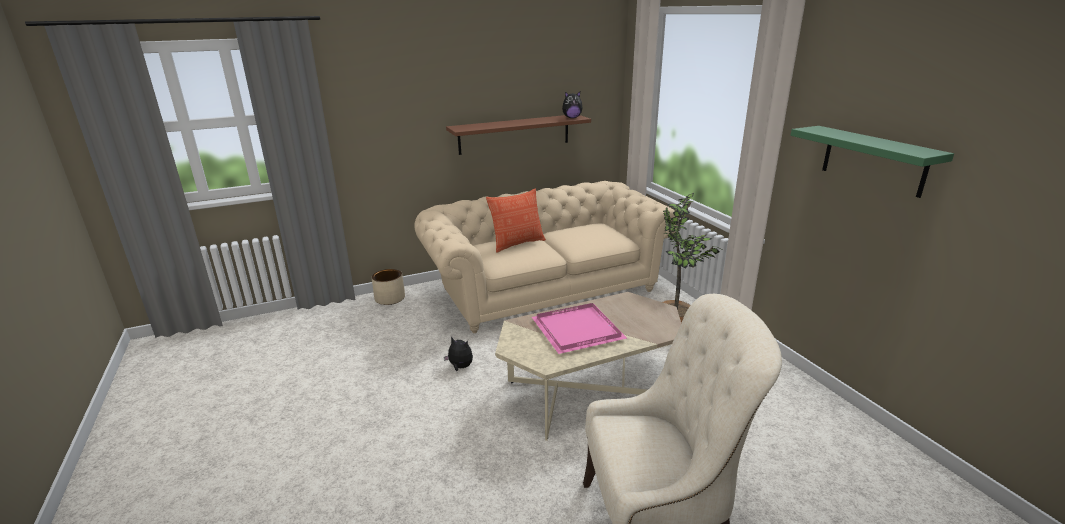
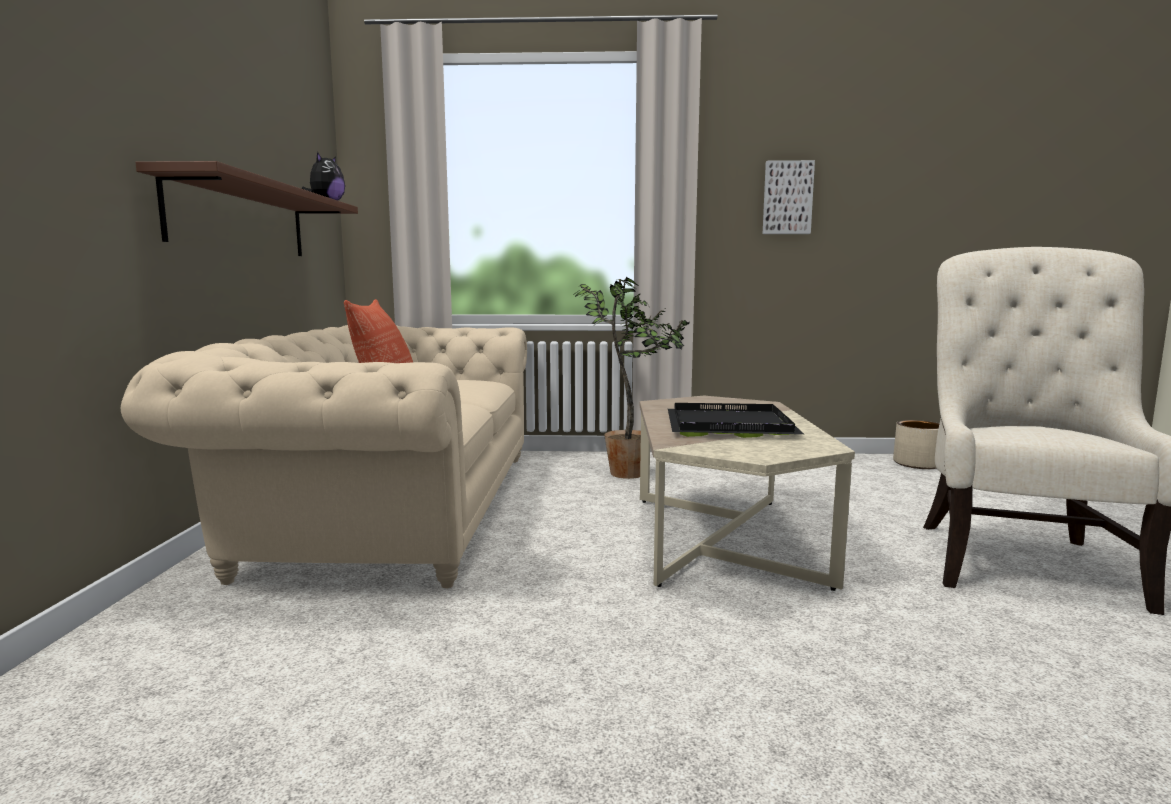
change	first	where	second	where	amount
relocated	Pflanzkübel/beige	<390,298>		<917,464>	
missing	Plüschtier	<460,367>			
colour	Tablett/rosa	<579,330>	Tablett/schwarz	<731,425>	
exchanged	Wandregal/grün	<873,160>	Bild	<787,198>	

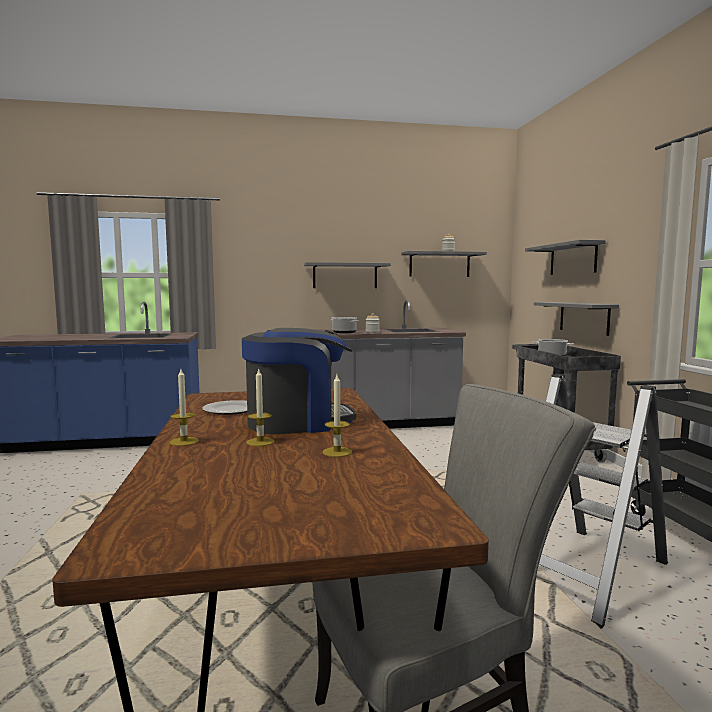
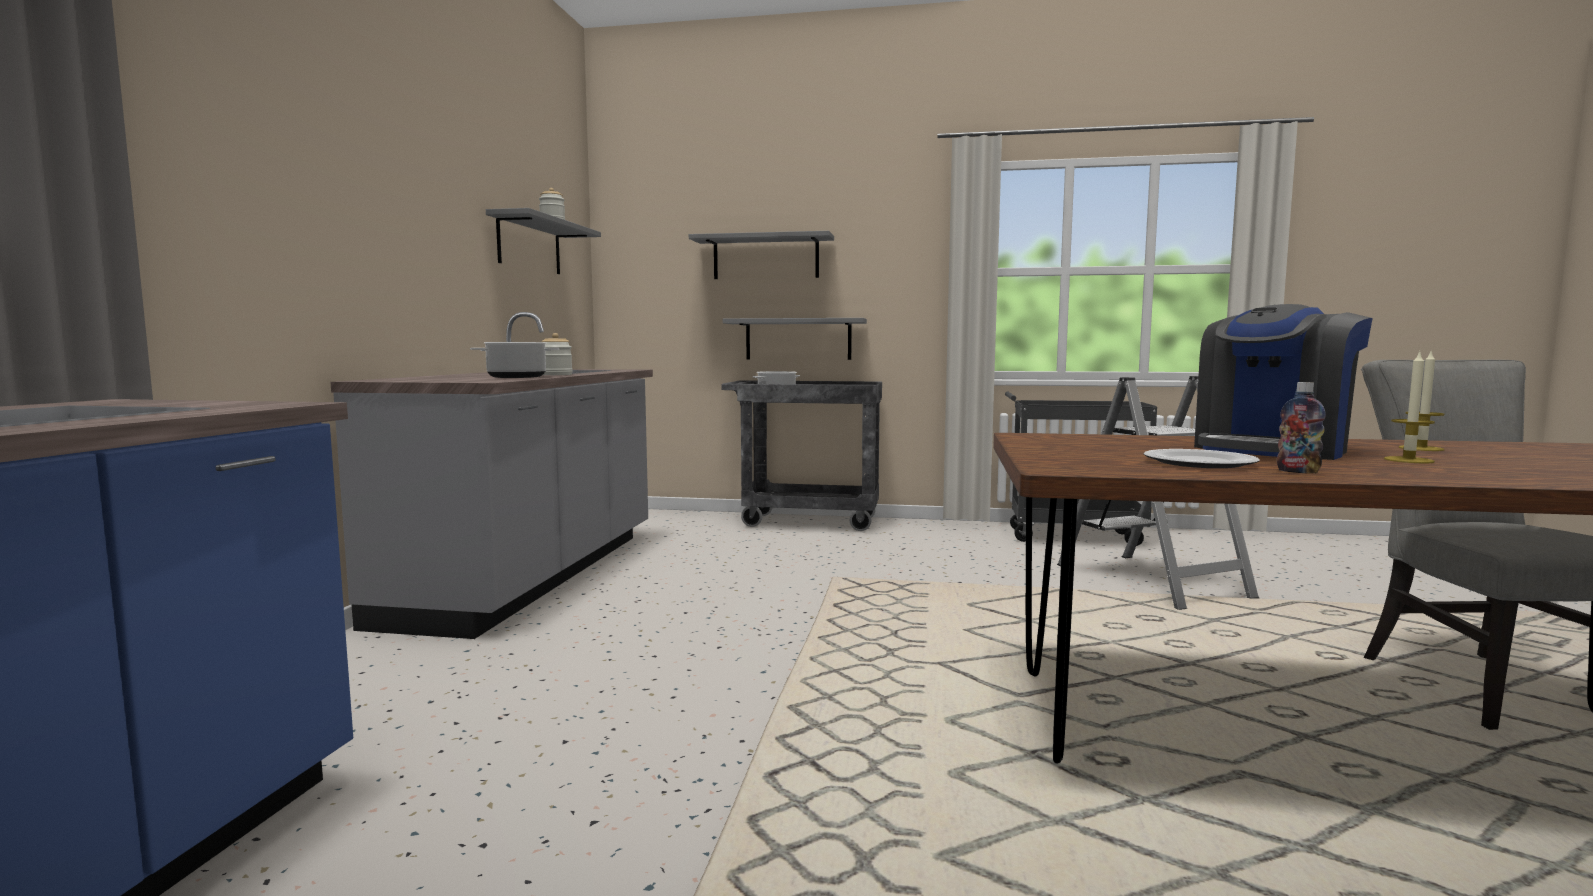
change	first	where	second	where	amount
missing	Kerze	<184,441>			
spun	Kaffeemaschine	<298,422>		<1272,450>	135 degrees counterclockwise
missing	Wandregal/grau	<345,275>			
appeared			Flasche	<1298,471>	

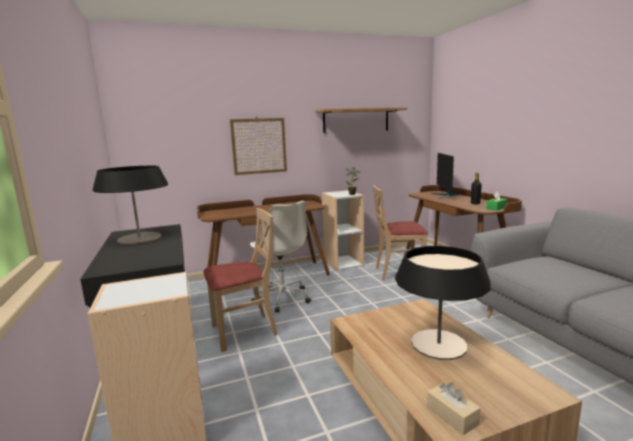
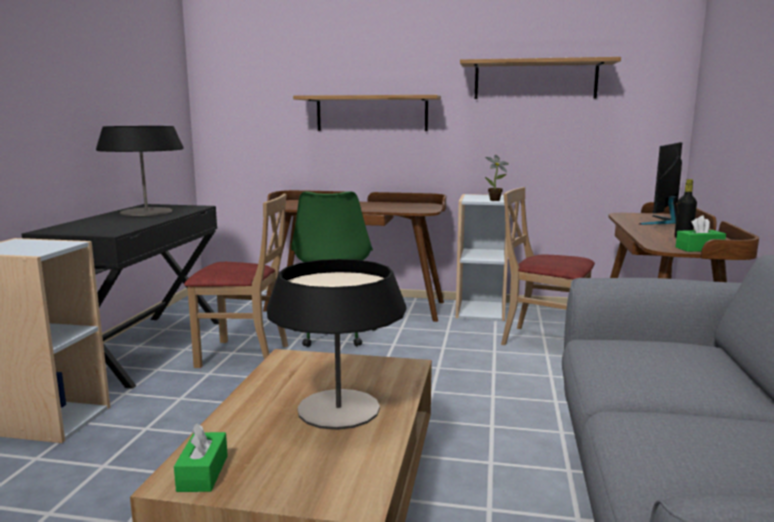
change	first	where	second	where	amount
exchanged	Bild	<259,145>	Wandregal	<371,113>	
colour	Bürostuhl/weiß	<283,300>	Bürostuhl/grün	<334,335>	
colour	Taschentuchbox/beige	<452,416>	Taschentuchbox/grün	<203,473>	

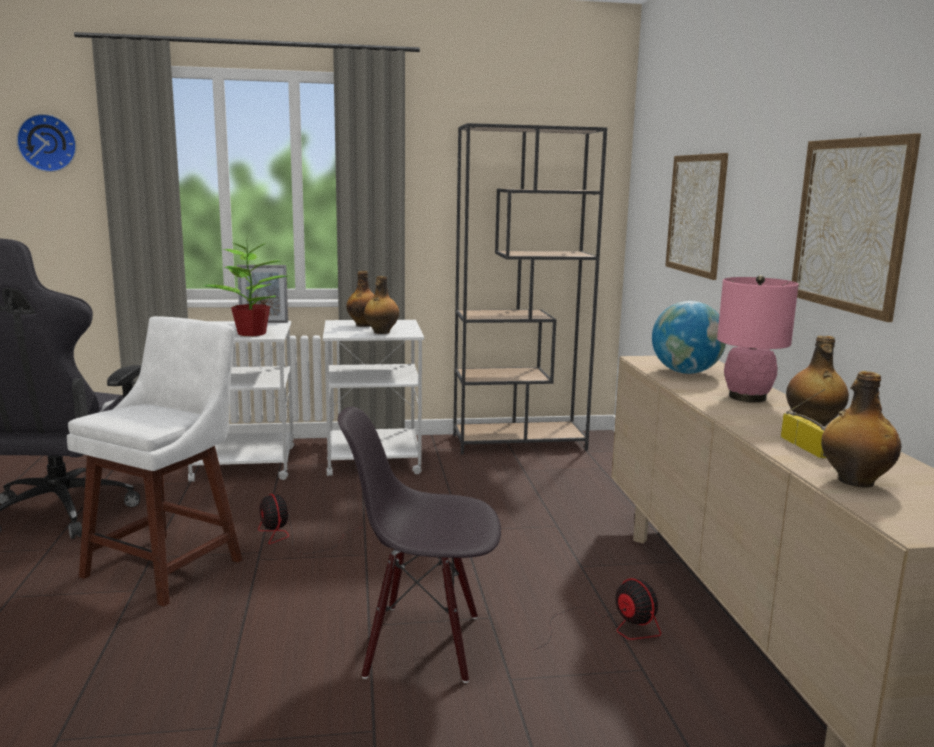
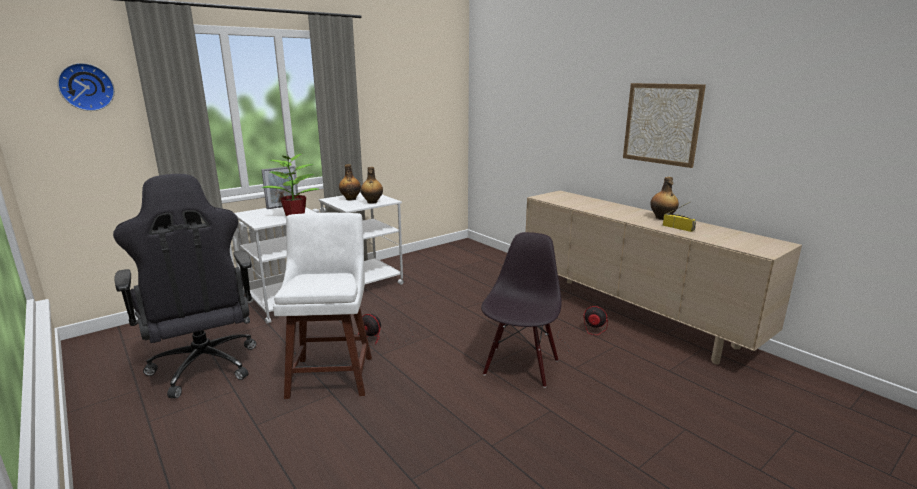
change	first	where	second	where	amount
spun	Stuhl/schwarz	<423,643>		<520,366>	135 degrees clockwise
missing	Bücherregal	<519,442>			
missing	Globus	<685,372>			
missing	Bild	<696,213>			
missing	Tischlampe/rosa	<747,397>			
missing	Flasche	<854,481>			

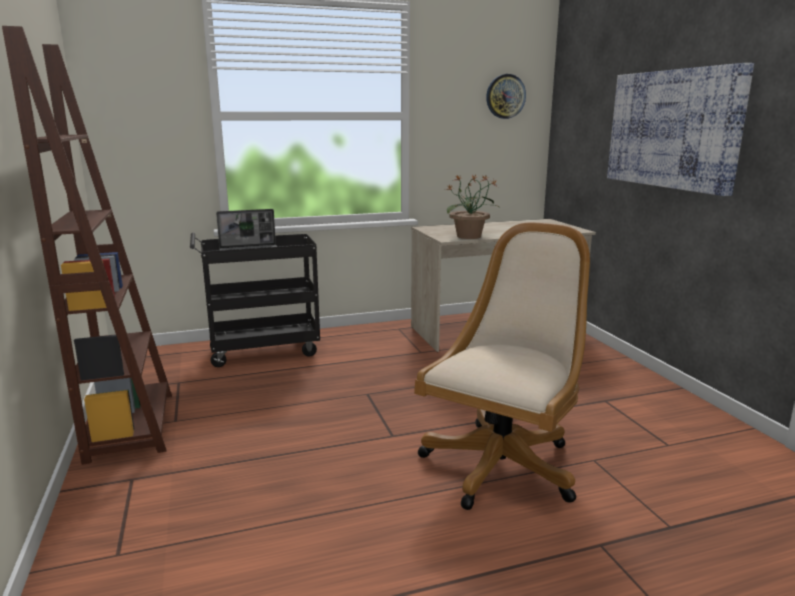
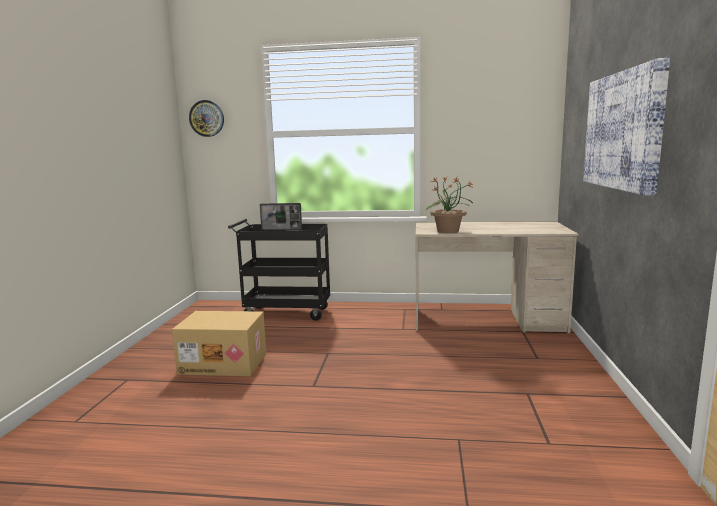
change	first	where	second	where	amount
missing	Bücherregal/braun	<130,426>			
missing	Bürostuhl	<504,459>			
relocated	Wanduhr	<505,96>		<207,118>	
appeared			Karton	<224,363>	

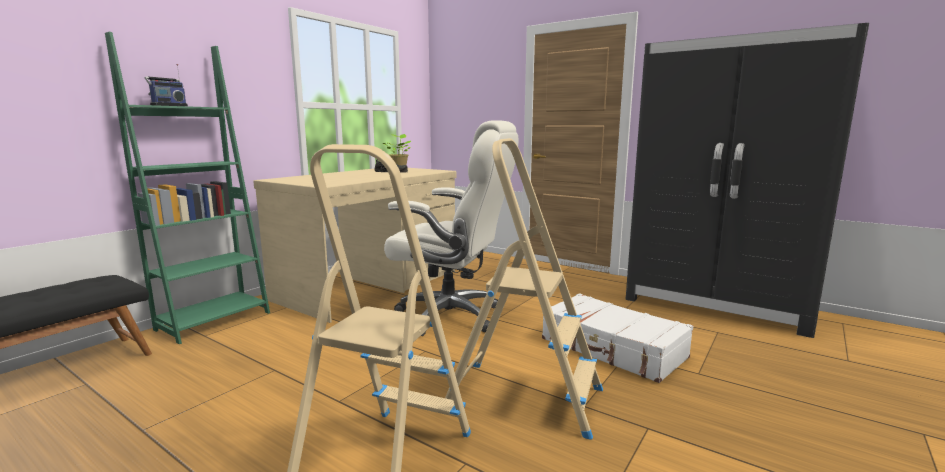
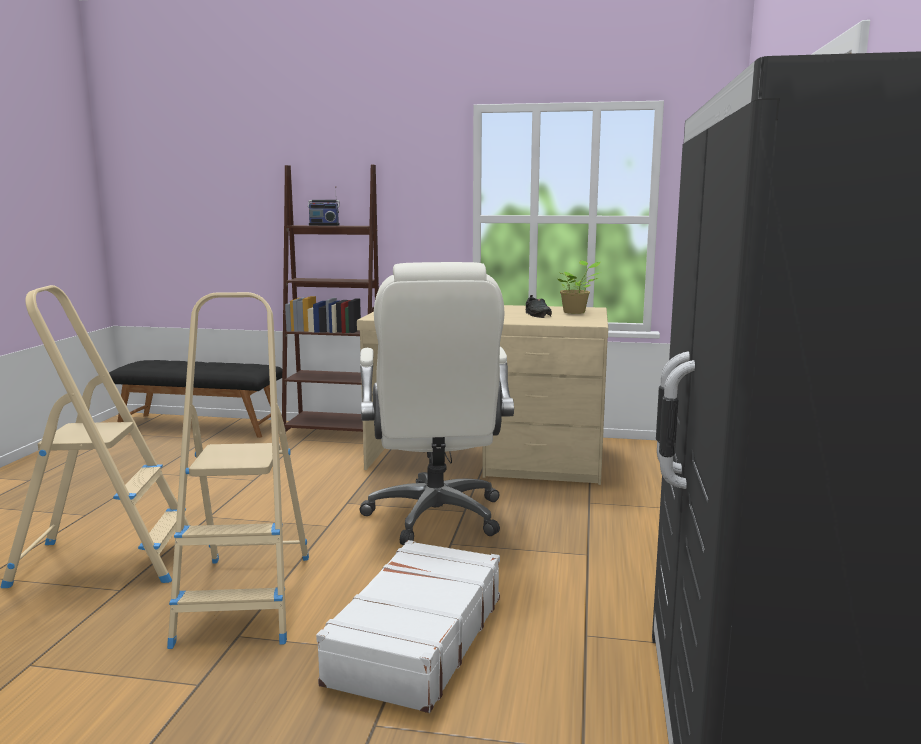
change	first	where	second	where	amount
colour	Bücherregal/grün	<213,321>	Bücherregal/braun	<333,432>	

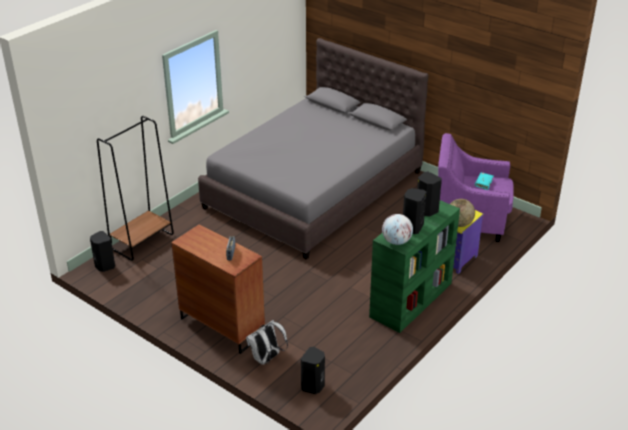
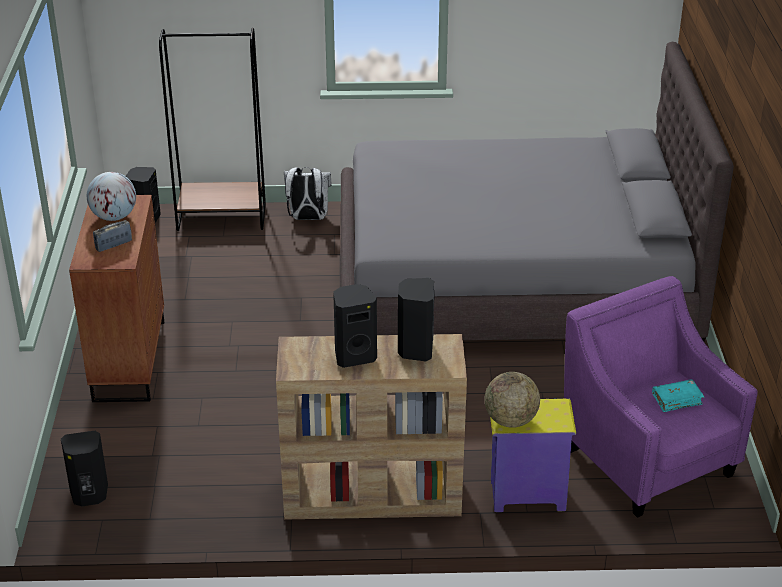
change	first	where	second	where	amount
relocated	Rucksack/weiß	<266,359>		<307,218>	
colour	Bücherregal/grün	<411,300>	Bücherregal/braun	<372,495>	
relocated	Globus	<396,241>		<114,217>	

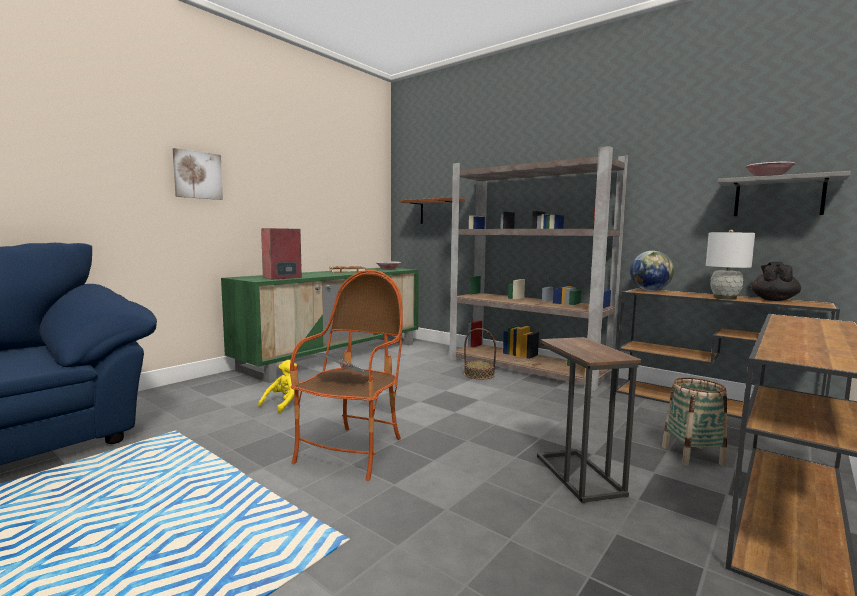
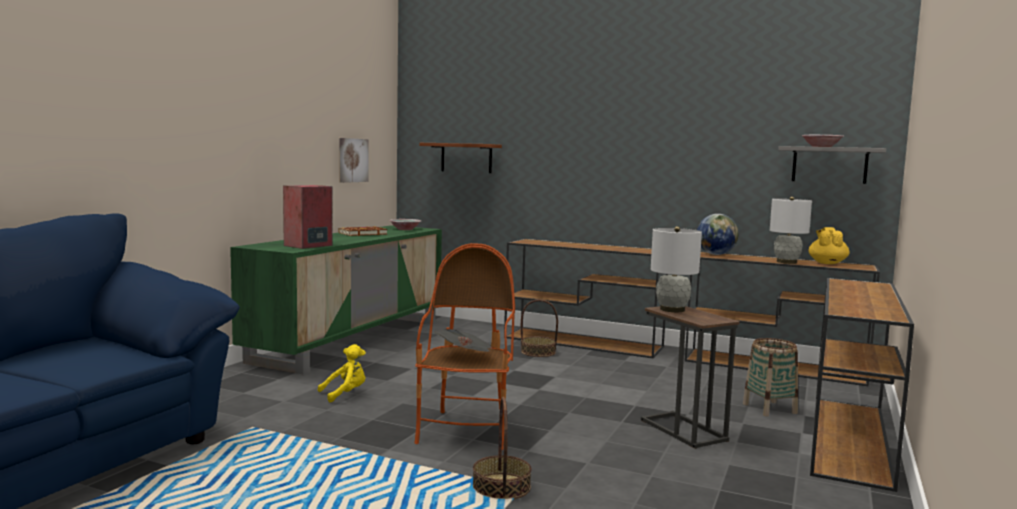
change	first	where	second	where	amount
relocated	Bild	<197,175>		<352,160>	
spun	Plüschtier/gelb	<283,404>		<345,394>	45 degrees clockwise
exchanged	Bücherregal/braun	<526,368>	Konsolentisch/braun	<584,342>	
colour	Teekanne/schwarz	<773,300>	Teekanne/gelb	<827,263>	
appeared			Korb	<501,486>	
appeared			Tischlampe/weiß	<672,309>	

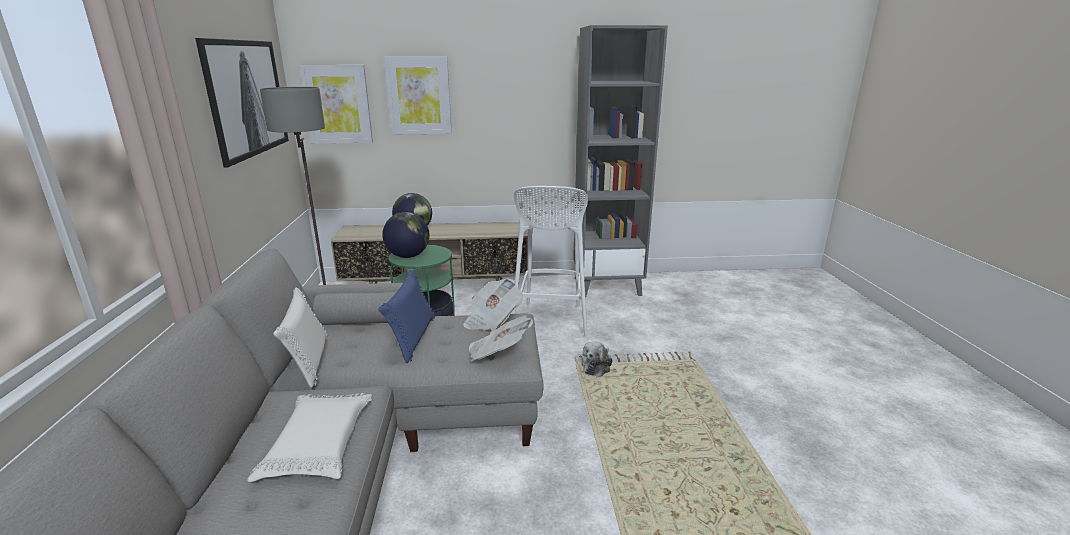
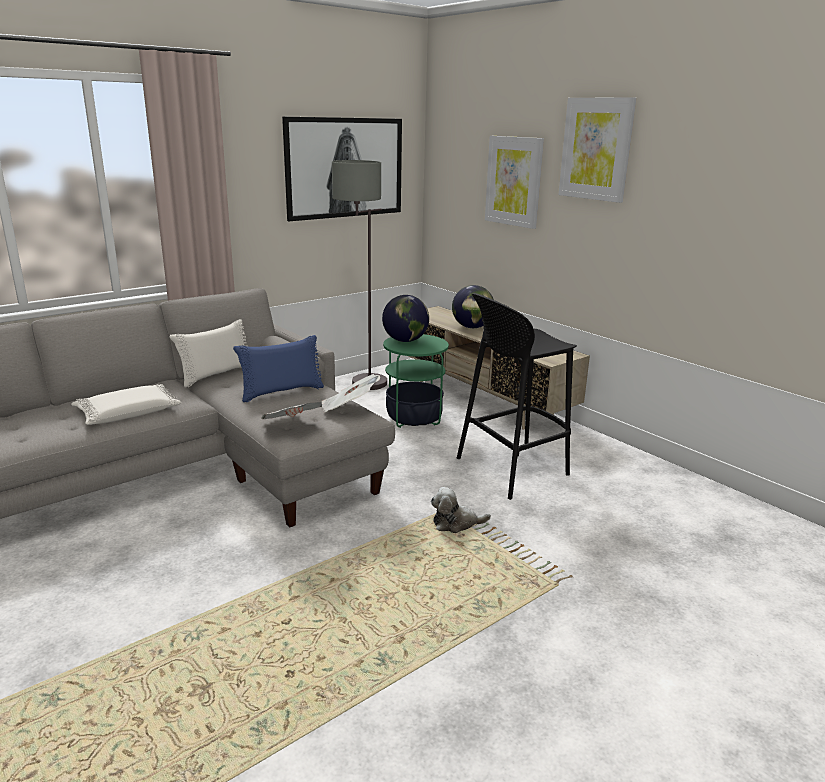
change	first	where	second	where	amount
relocated	Bild	<337,104>		<596,149>	
colour	Hocker/weiß	<550,320>	Hocker/schwarz	<512,469>	
missing	Bücherregal/grau	<607,286>			

